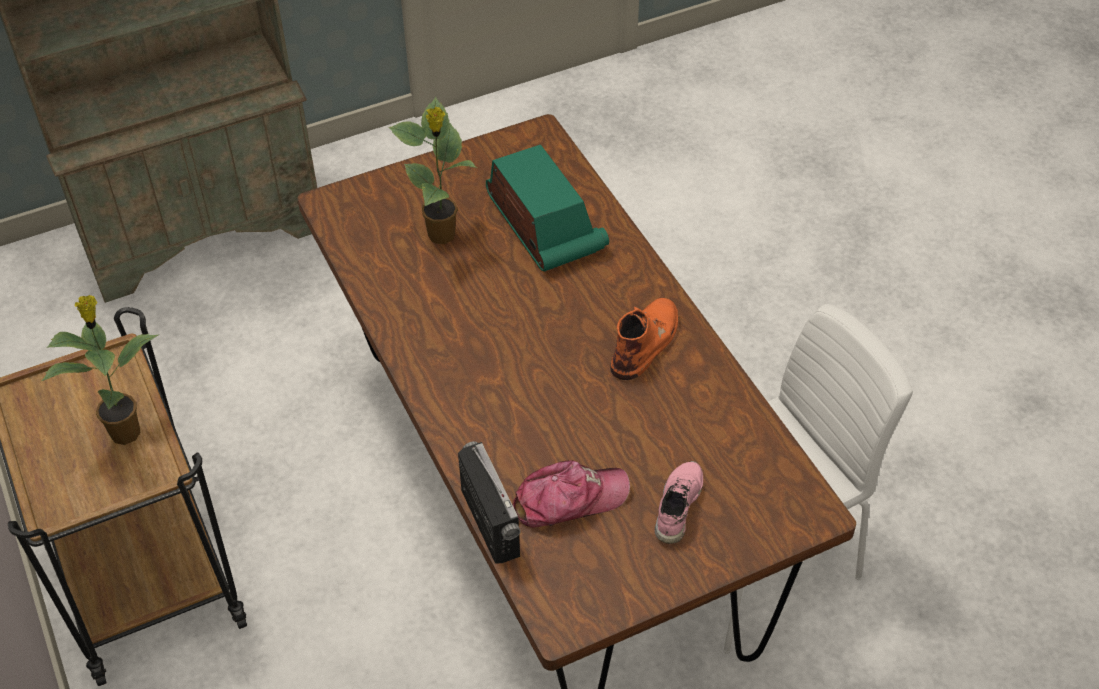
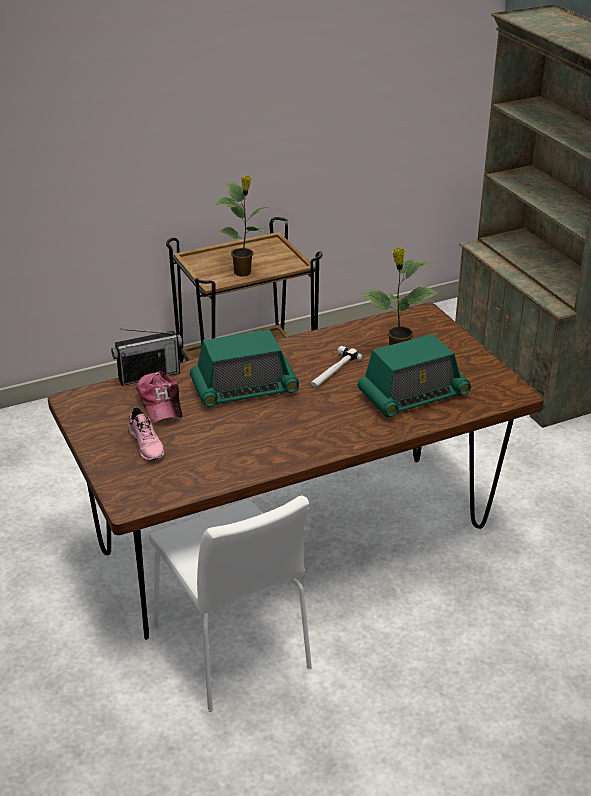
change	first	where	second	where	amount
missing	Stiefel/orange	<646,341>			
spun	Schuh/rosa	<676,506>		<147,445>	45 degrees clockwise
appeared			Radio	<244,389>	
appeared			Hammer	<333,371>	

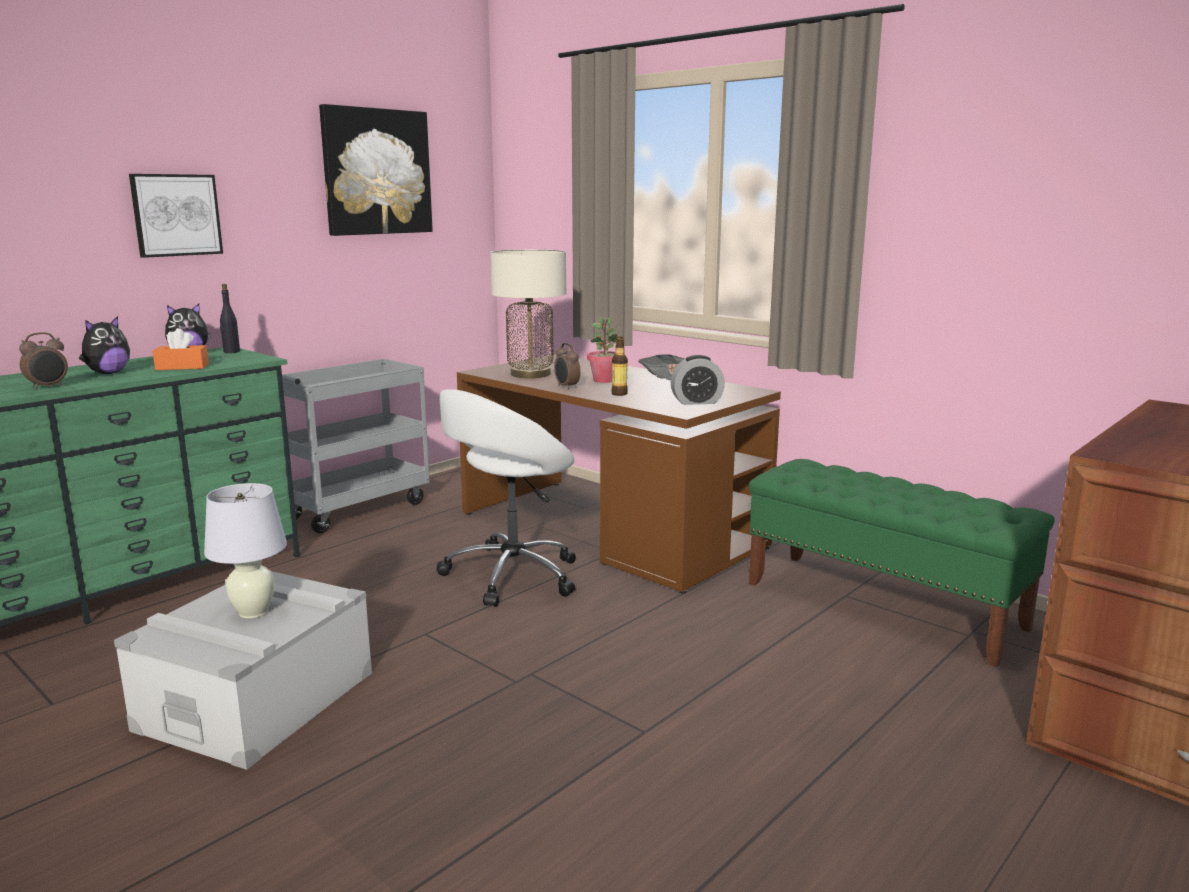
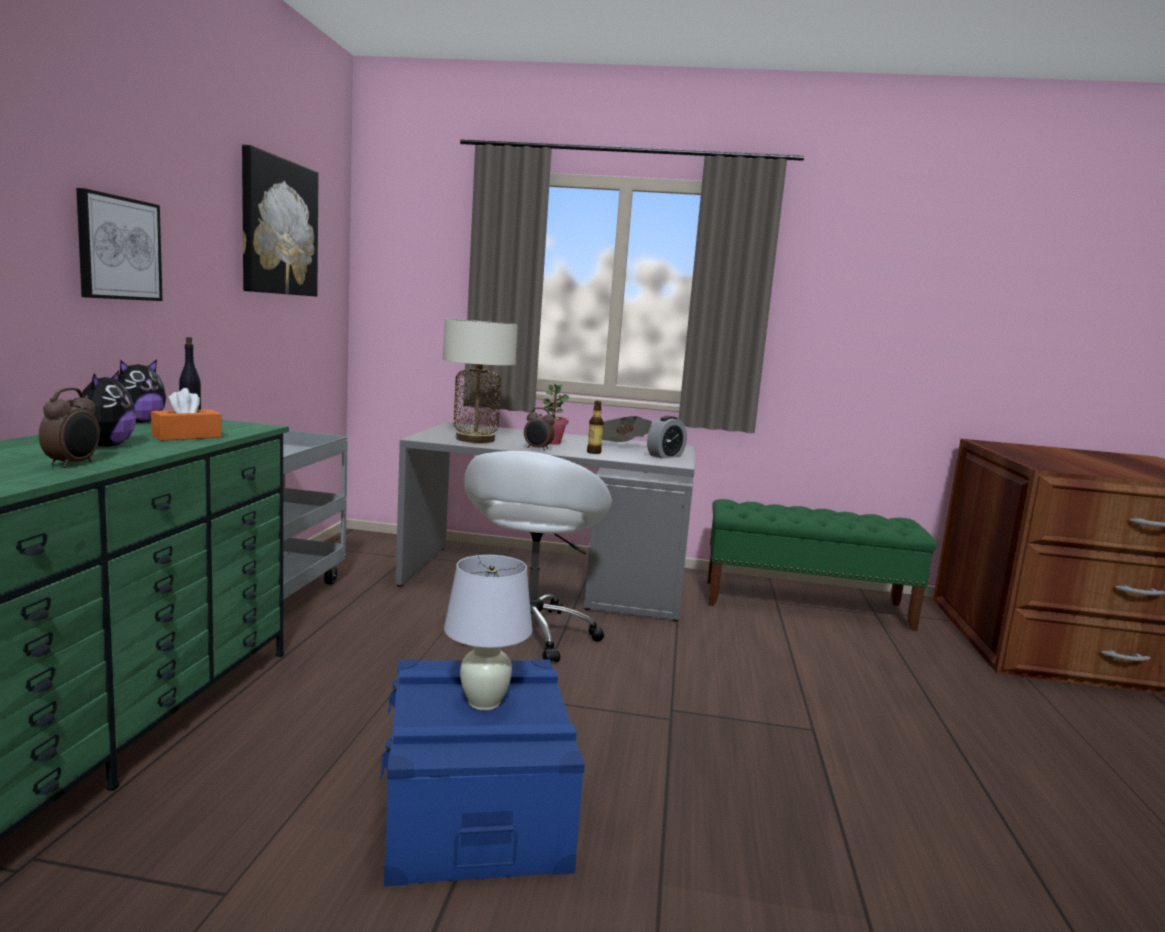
change	first	where	second	where	amount
colour	Aufbewahrungsbox/grau	<257,701>	Aufbewahrungsbox/blau	<476,806>	
colour	Schreibtisch/braun	<610,529>	Schreibtisch/grau	<547,580>	

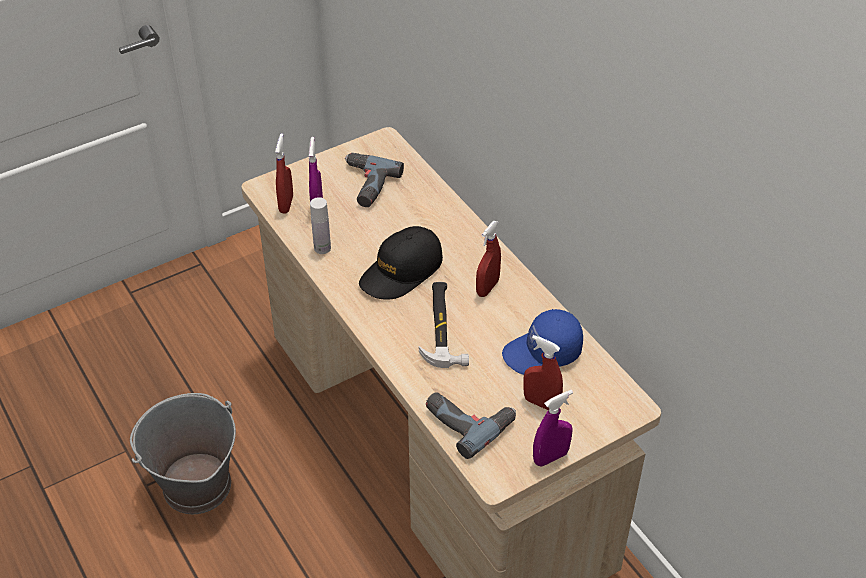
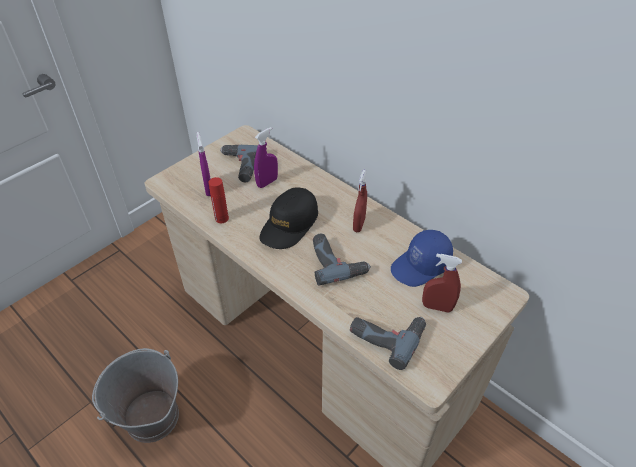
change	first	where	second	where	amount
missing	Sprühflasche/rot	<286,204>			
colour	Flasche/weiß	<322,248>	Flasche/rot	<222,218>	
exchanged	Hammer	<442,327>	Bohrmaschine	<337,261>	
relocated	Sprühflasche/lila	<550,457>		<267,182>	

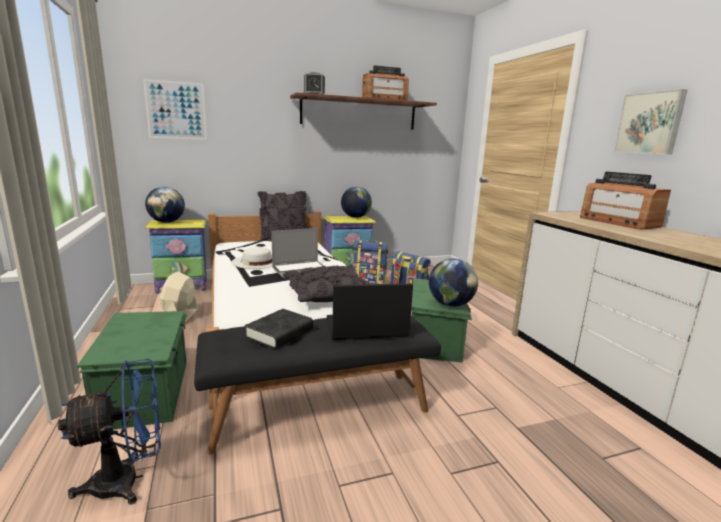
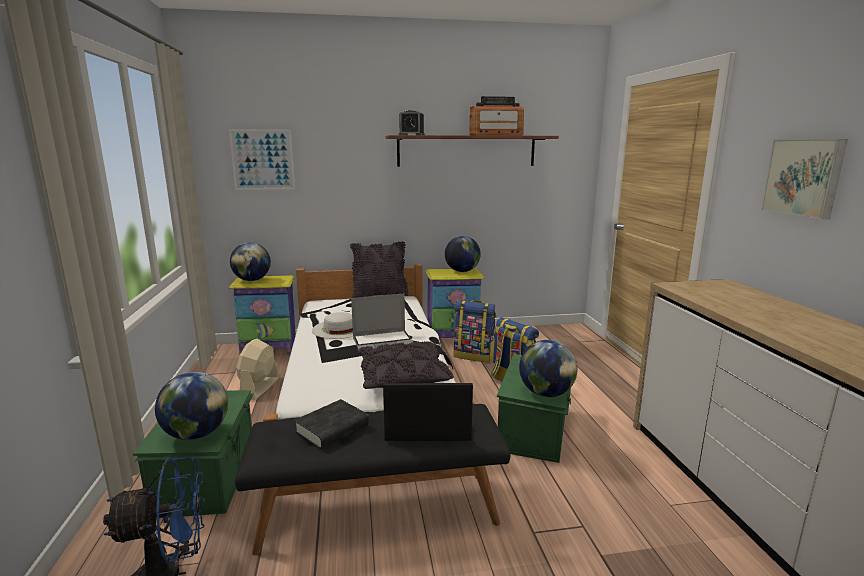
change	first	where	second	where	amount
missing	Radio	<618,222>			
appeared			Globus	<196,434>	

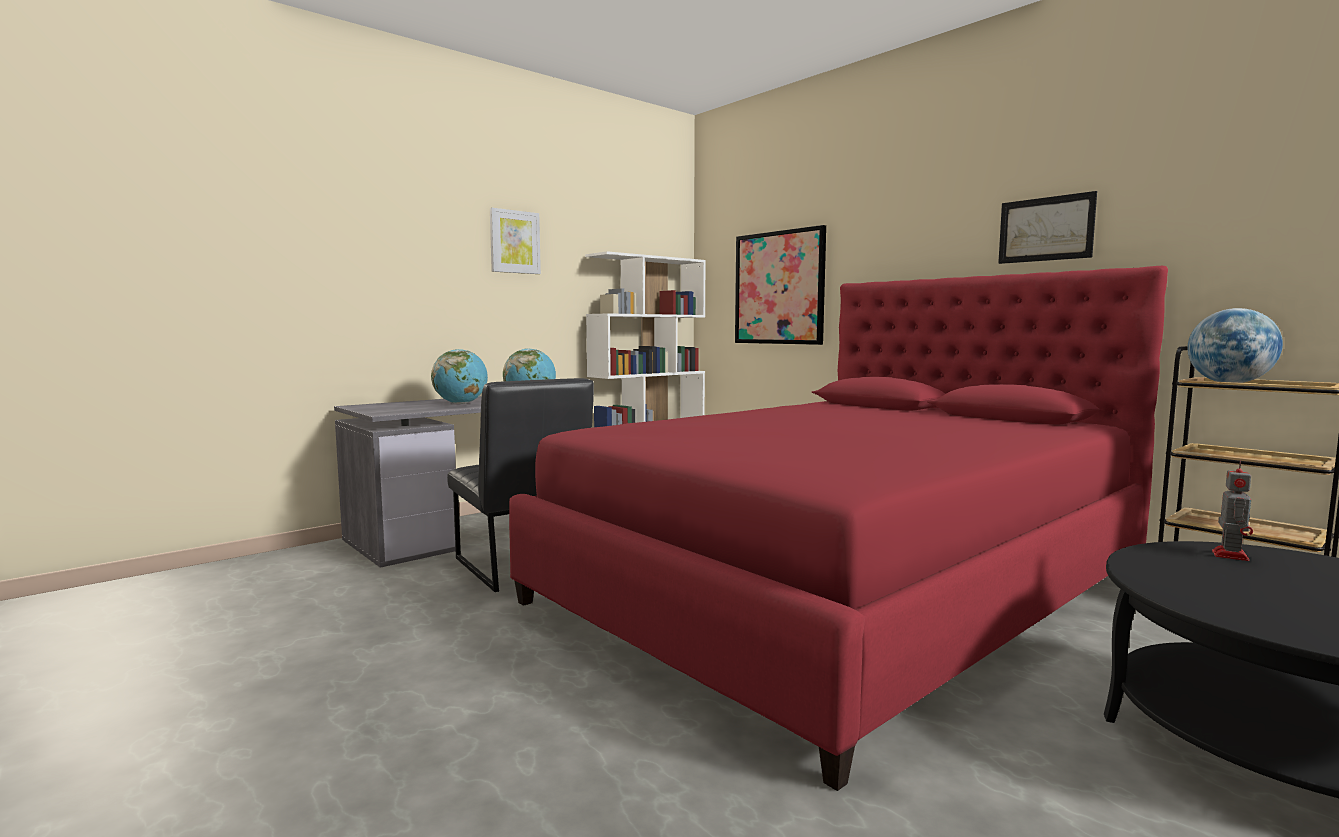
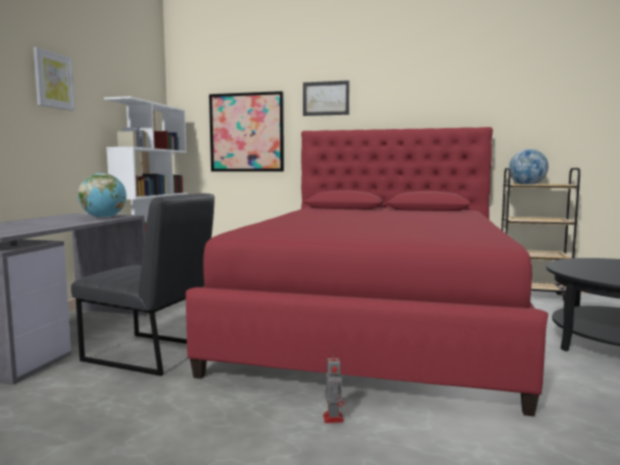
change	first	where	second	where	amount
missing	Globus	<461,403>			
relocated	Bild	<1045,229>		<326,98>	
relocated	Spielzeugroboter	<1230,555>		<333,417>	

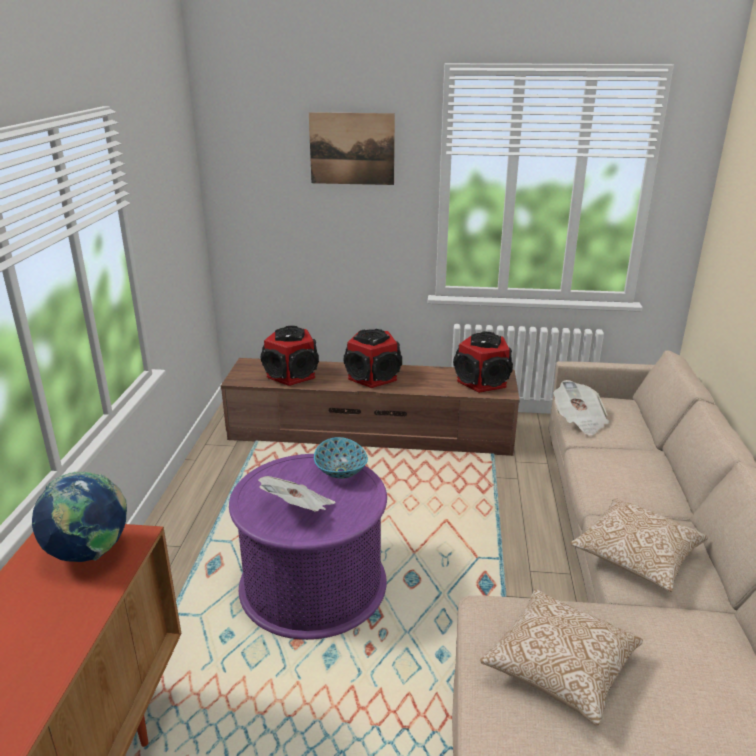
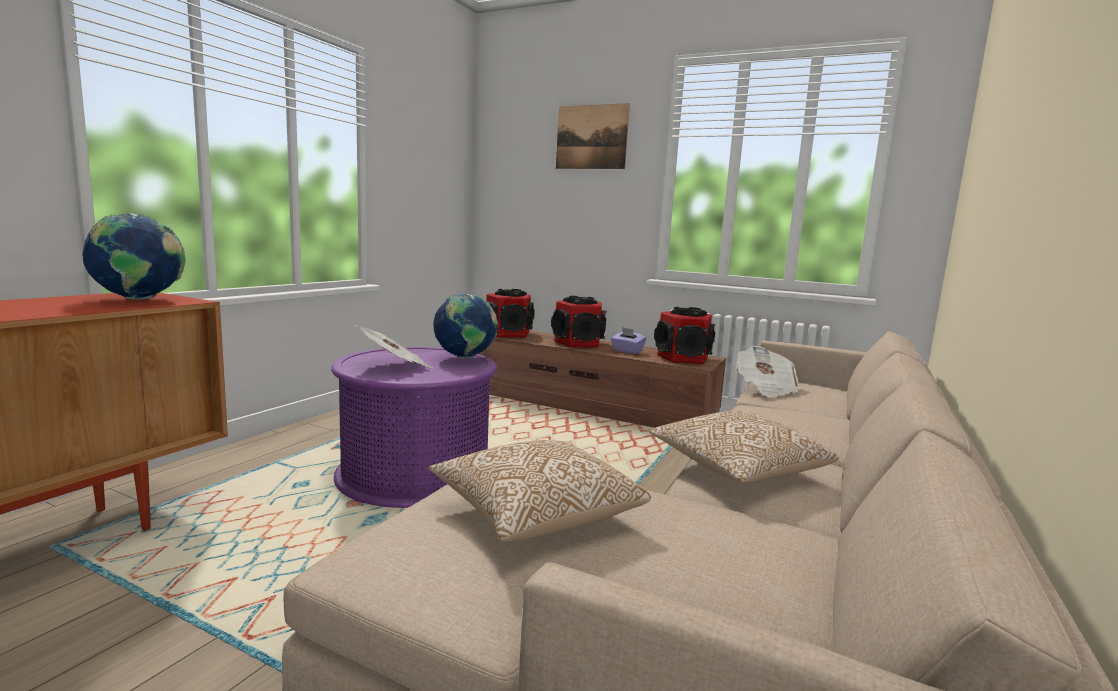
change	first	where	second	where	amount
exchanged	Schüssel	<341,471>	Globus	<465,358>	
appeared			Taschentuchbox/lila	<627,351>	

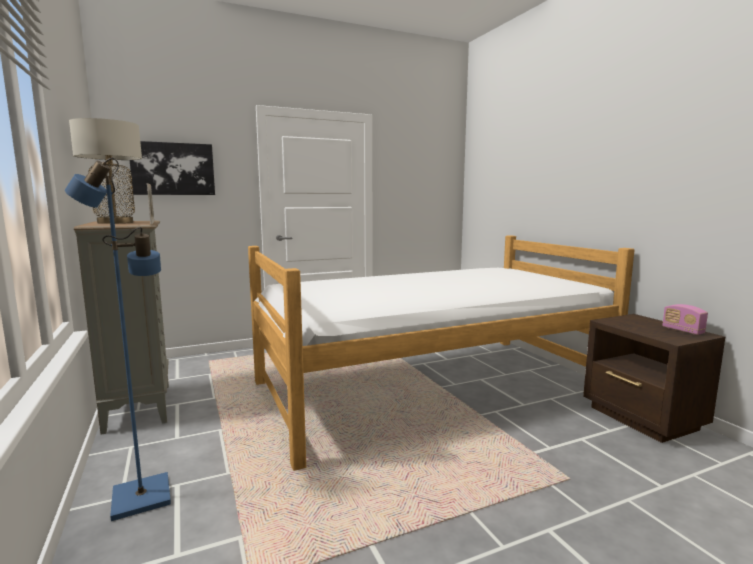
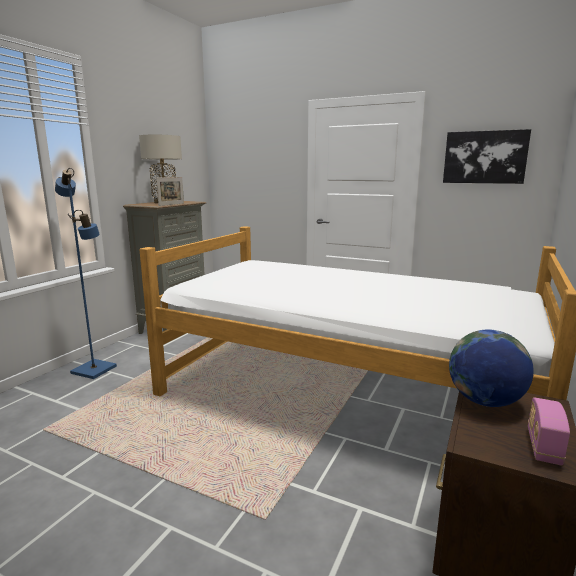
change	first	where	second	where	amount
relocated	Bild	<173,169>		<484,157>	
appeared			Globus	<484,401>	

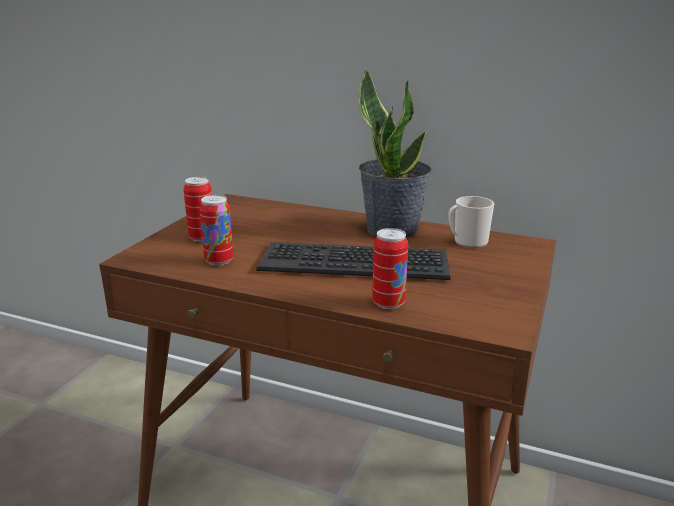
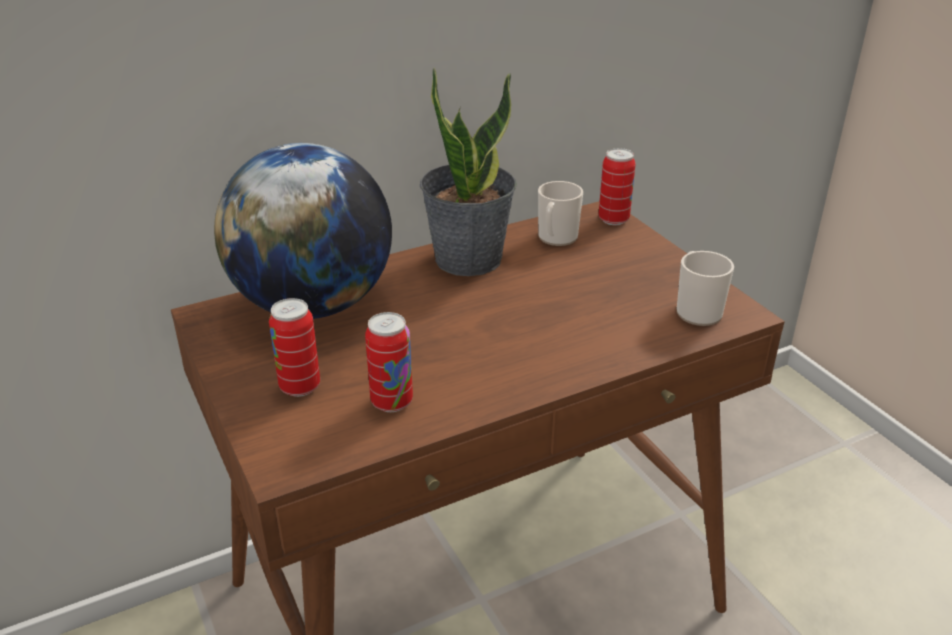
change	first	where	second	where	amount
missing	Tastatur	<354,262>			
relocated	Dose	<388,303>		<613,219>	
appeared			Globus	<313,305>	
appeared			Henkelbecher	<696,310>	

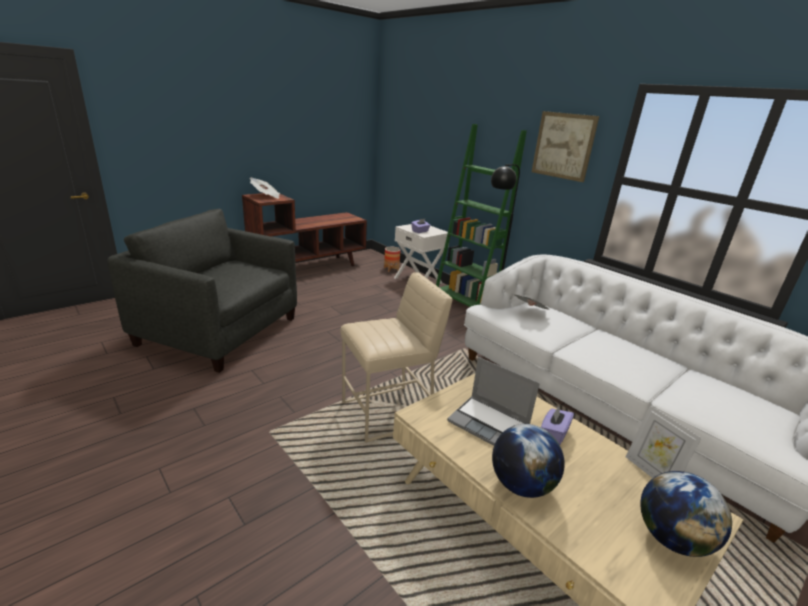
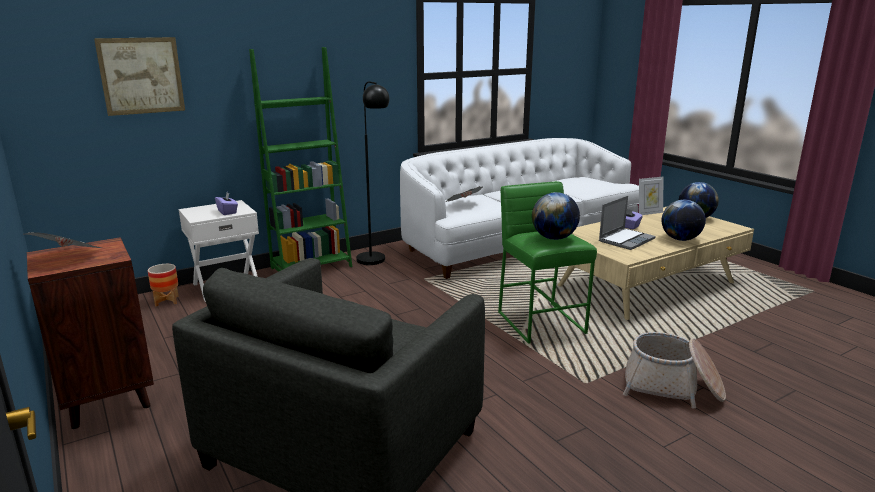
change	first	where	second	where	amount
colour	Hocker/beige	<388,412>	Hocker/grün	<540,322>	
relocated	Bild	<563,146>		<141,76>	
appeared			Globus	<554,238>	
appeared			Korb	<672,387>	

